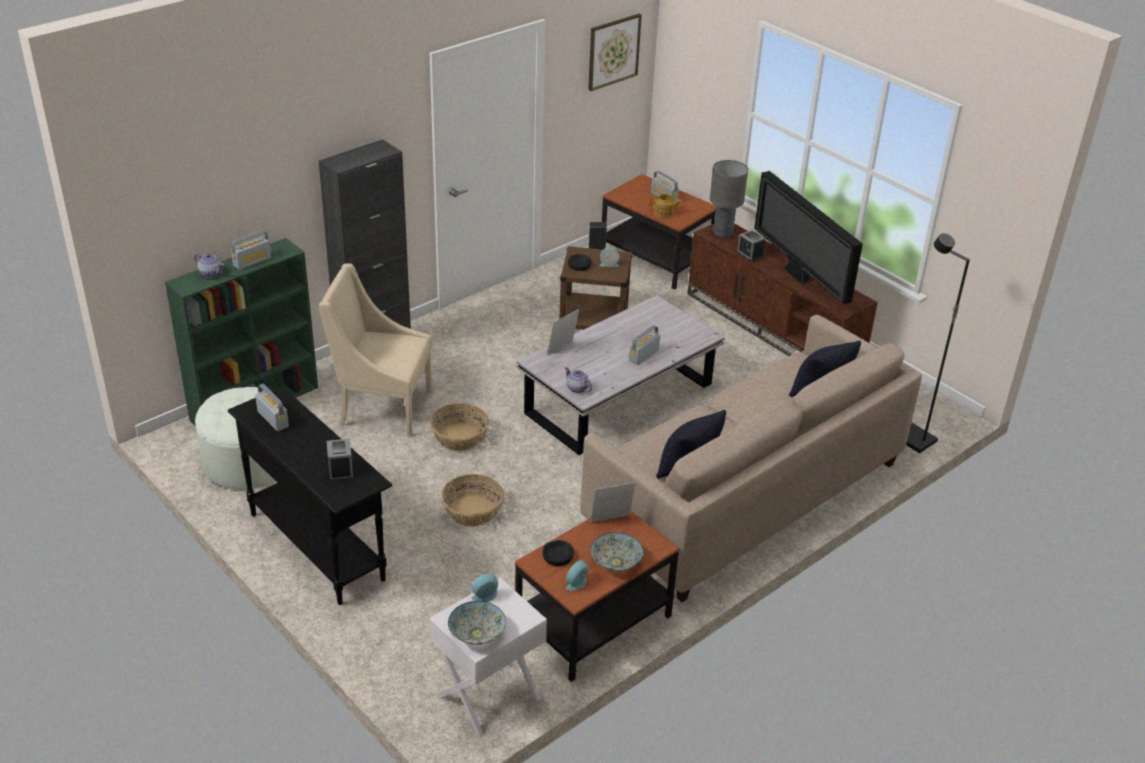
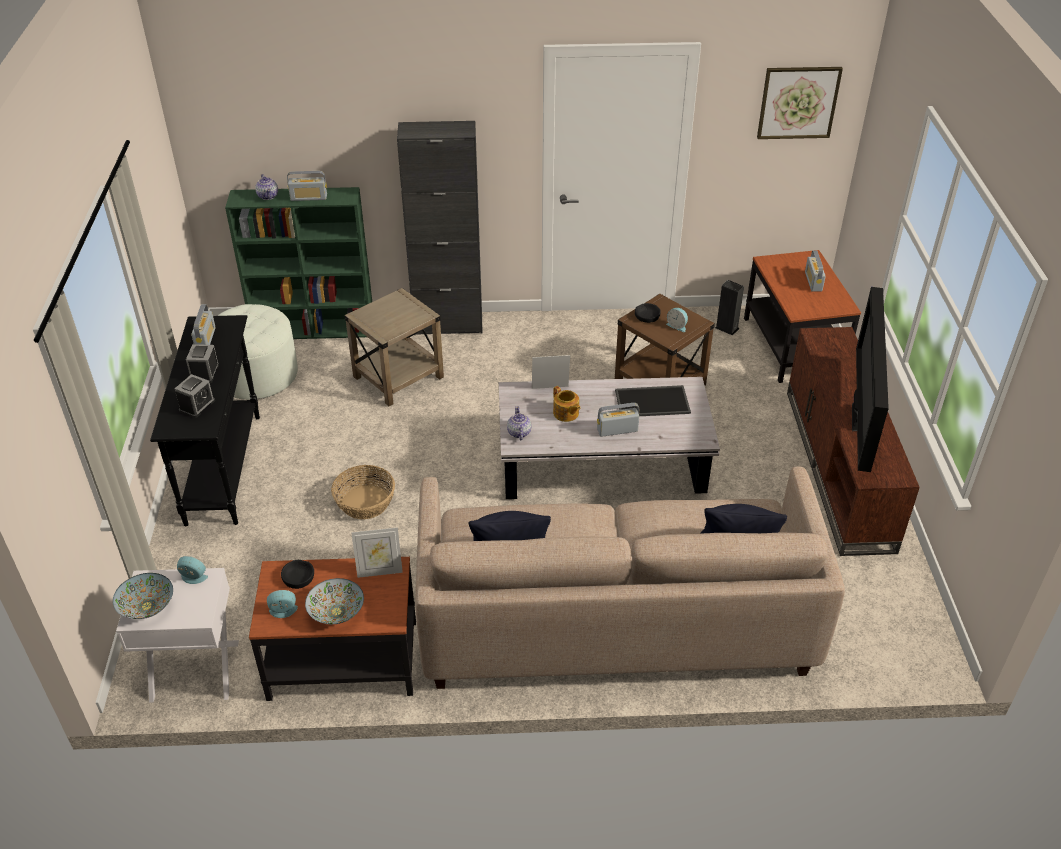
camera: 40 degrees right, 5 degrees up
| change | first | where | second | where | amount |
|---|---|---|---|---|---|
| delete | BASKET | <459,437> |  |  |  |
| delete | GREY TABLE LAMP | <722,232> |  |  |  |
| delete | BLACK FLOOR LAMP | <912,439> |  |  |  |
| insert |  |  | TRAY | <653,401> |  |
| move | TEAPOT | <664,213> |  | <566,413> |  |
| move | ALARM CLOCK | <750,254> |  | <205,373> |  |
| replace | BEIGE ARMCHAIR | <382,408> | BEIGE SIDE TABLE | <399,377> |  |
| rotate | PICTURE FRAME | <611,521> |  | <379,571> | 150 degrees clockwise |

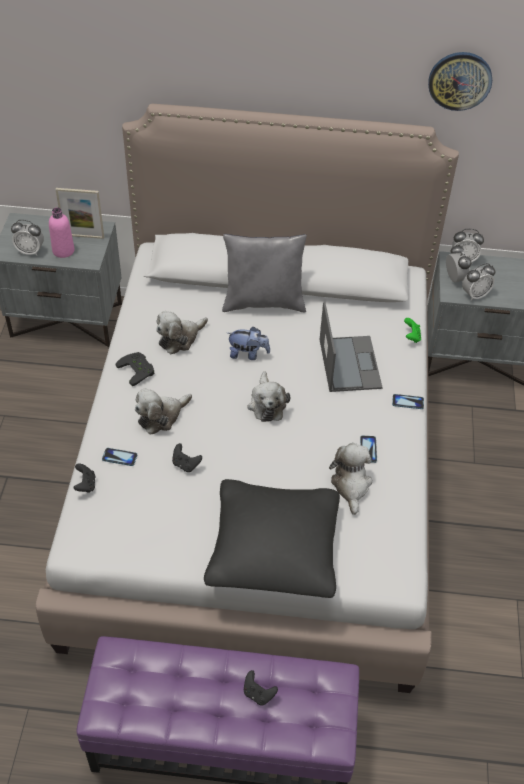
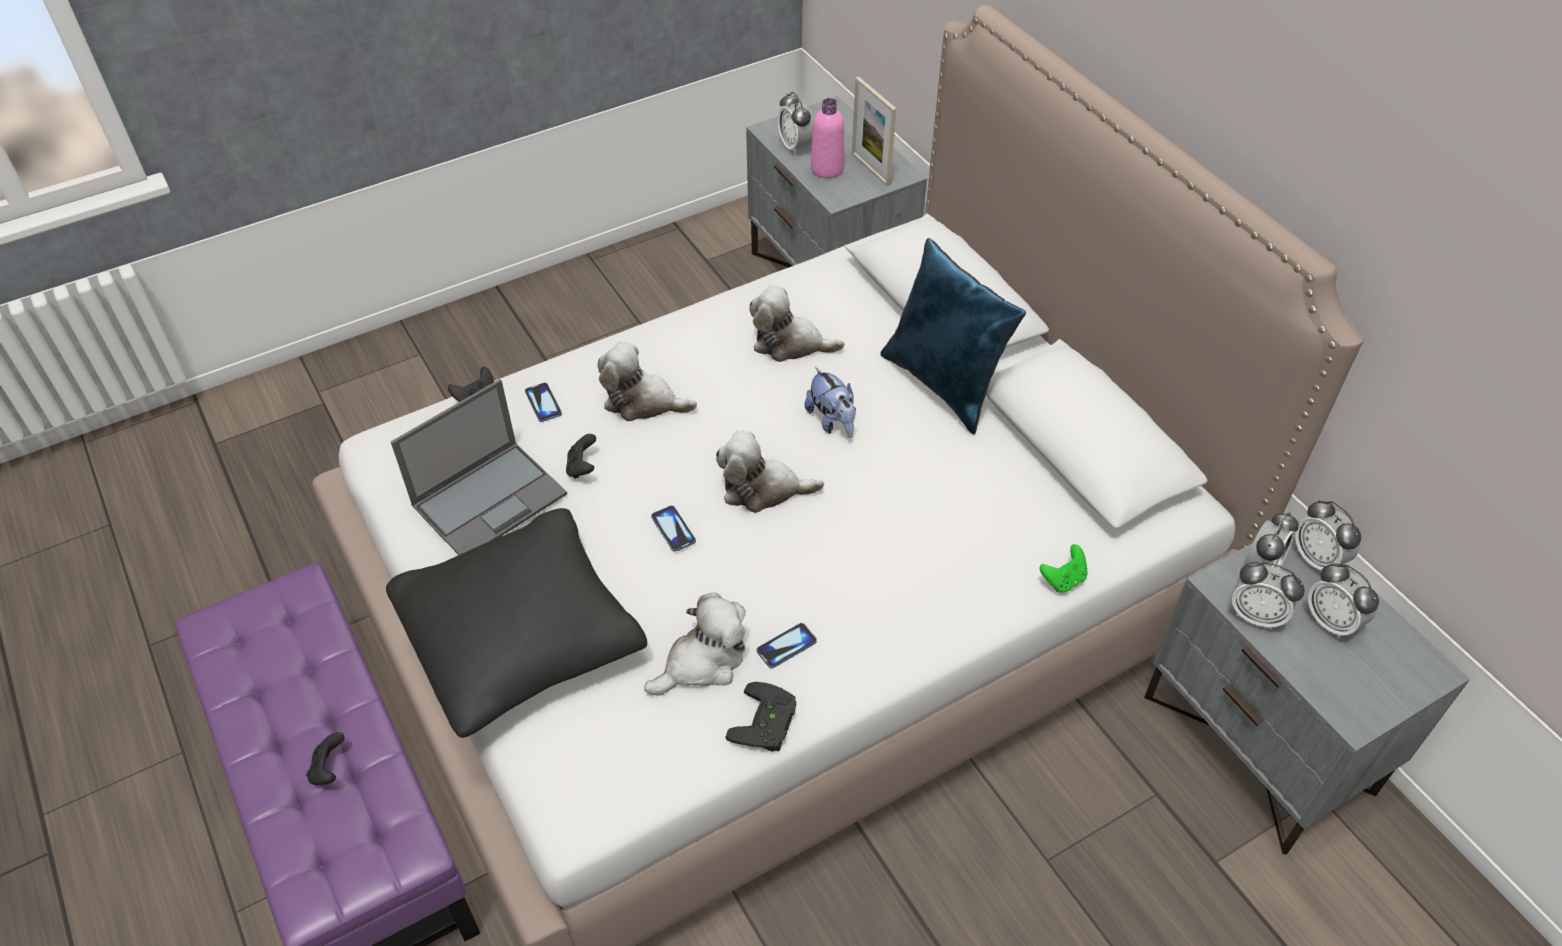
camera: 55 degrees right, 0 degrees up
| change | first | where | second | where | amount |
|---|---|---|---|---|---|
| delete | WALL CLOCK | <460,80> |  |  |  |
| insert |  |  | ALARM CLOCK | <1331,621> |  |
| move | BLACK GAME CONTROLLER | <138,369> |  | <767,723> |  |
| move | LAPTOP | <349,363> |  | <491,498> |  |
| move | PHONE | <408,402> |  | <673,529> |  |
| recolor | GREY PILLOW | <264,302> | BLUE PILLOW | <944,384> |  |
| rotate | PLUSH TOY | <267,404> |  | <762,489> | 45 degrees clockwise |

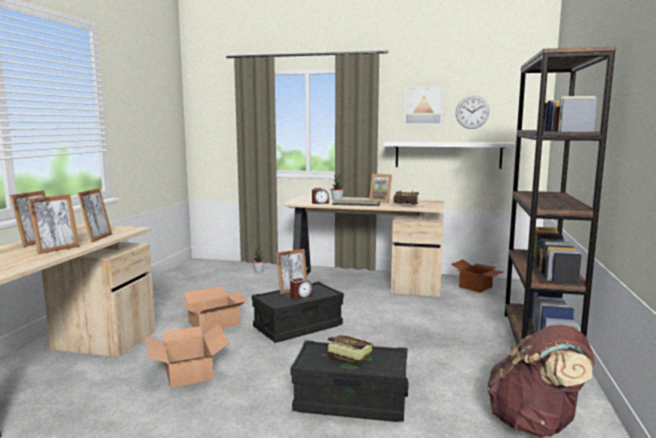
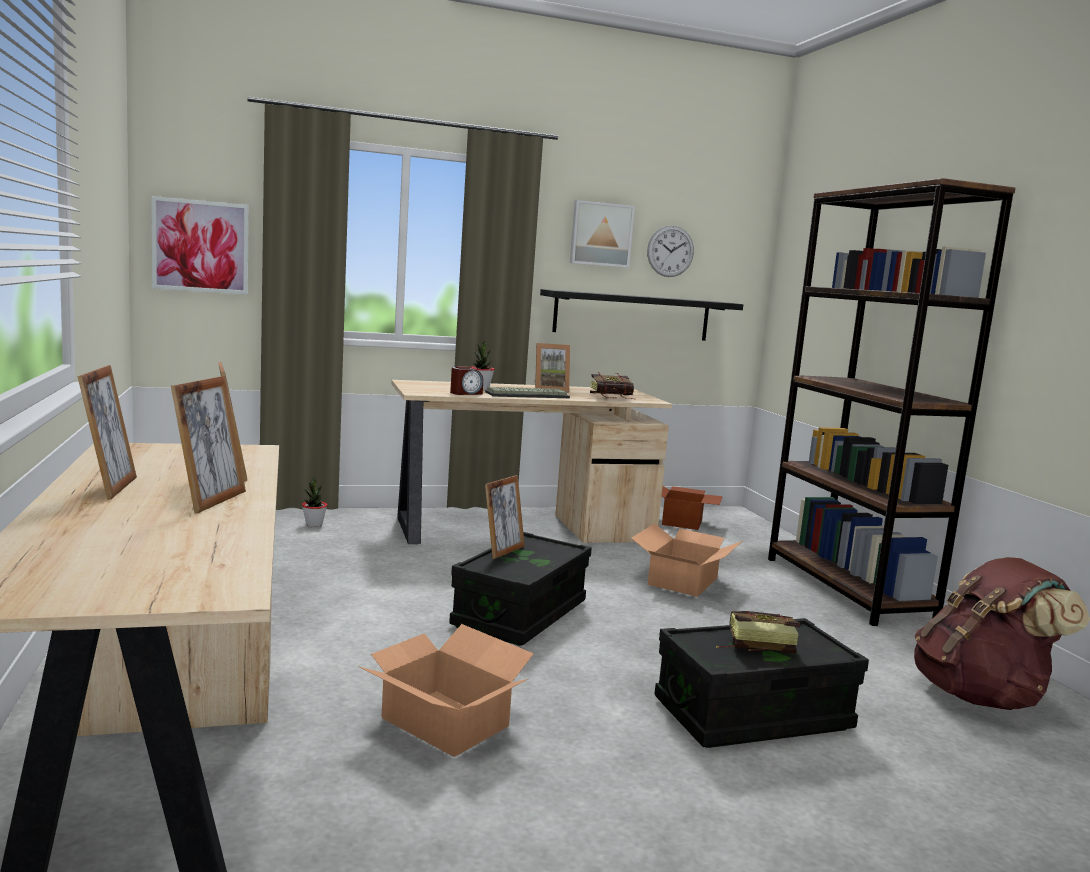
camera: 30 degrees left, 0 degrees up
| change | first | where | second | where | amount |
|---|---|---|---|---|---|
| delete | ALARM CLOCK | <301,296> |  |  |  |
| insert |  |  | PICTURE | <201,246> |  |
| move | CARDBOARD BOX | <215,323> |  | <684,581> |  |
| recolor | WHITE SHELF | <447,154> | BLACK SHELF | <632,316> |  |

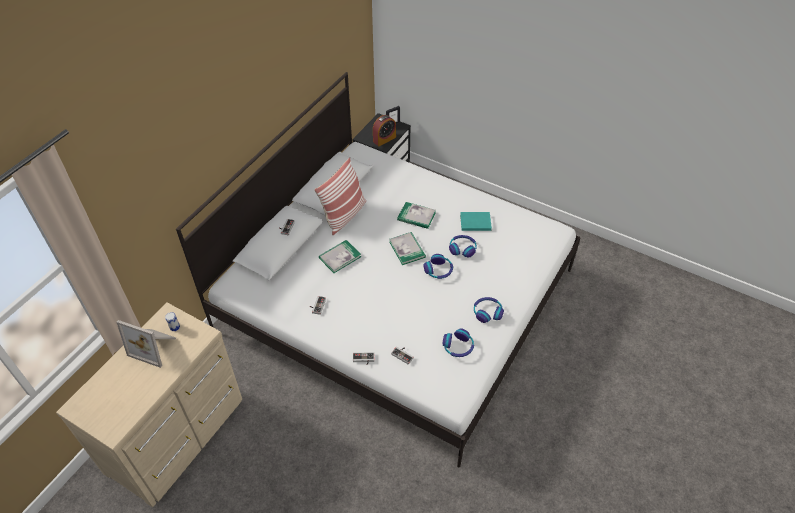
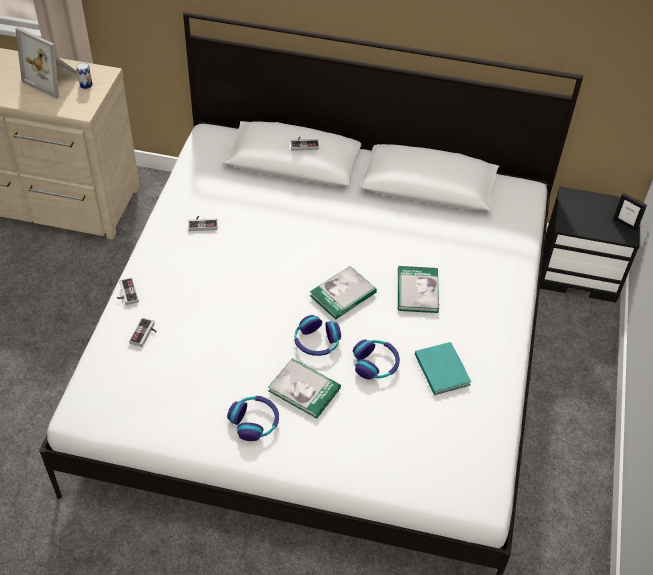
camera: 70 degrees right, 0 degrees up
| change | first | where | second | where | amount |
|---|---|---|---|---|---|
| delete | PILLOW | <344,215> |  |  |  |
| delete | ALARM CLOCK | <384,139> |  |  |  |
| delete | HEADPHONES | <458,346> |  |  |  |
| move | BOOK | <340,257> |  | <304,389> |  |
| rotate | PICTURE FRAME | <154,346> |  | <54,79> | 60 degrees counterclockwise |

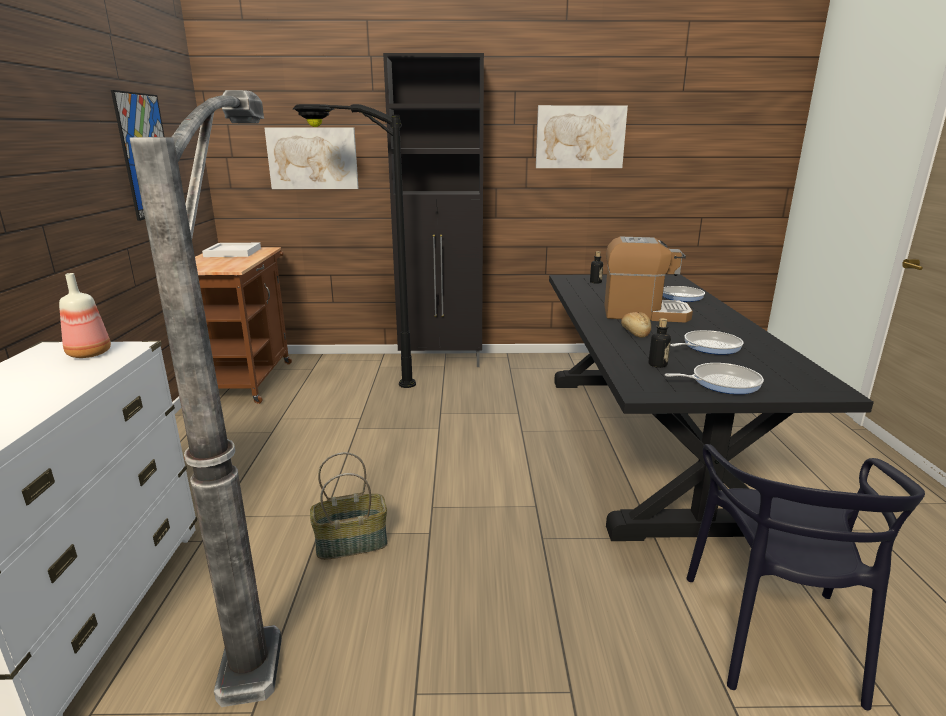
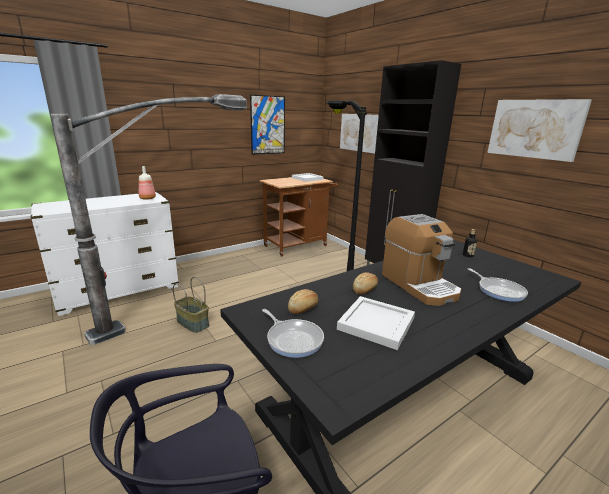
camera: 55 degrees right, 0 degrees up
| change | first | where | second | where | amount |
|---|---|---|---|---|---|
| replace | BOTTLE | <657,364> | BREAD | <303,308> |  |
| replace | FRYING PAN | <708,346> | WHITE TRAY | <375,323> |  |

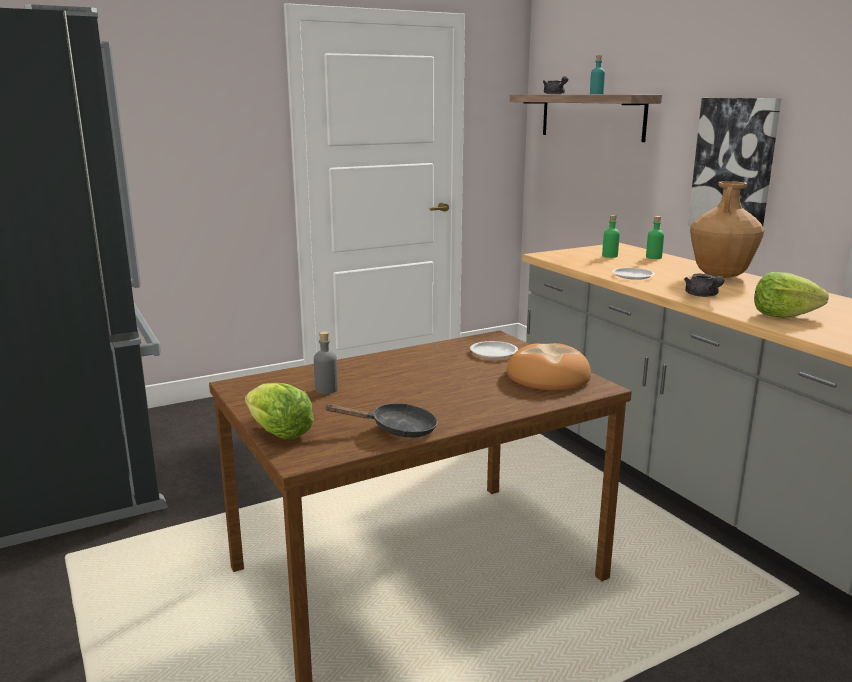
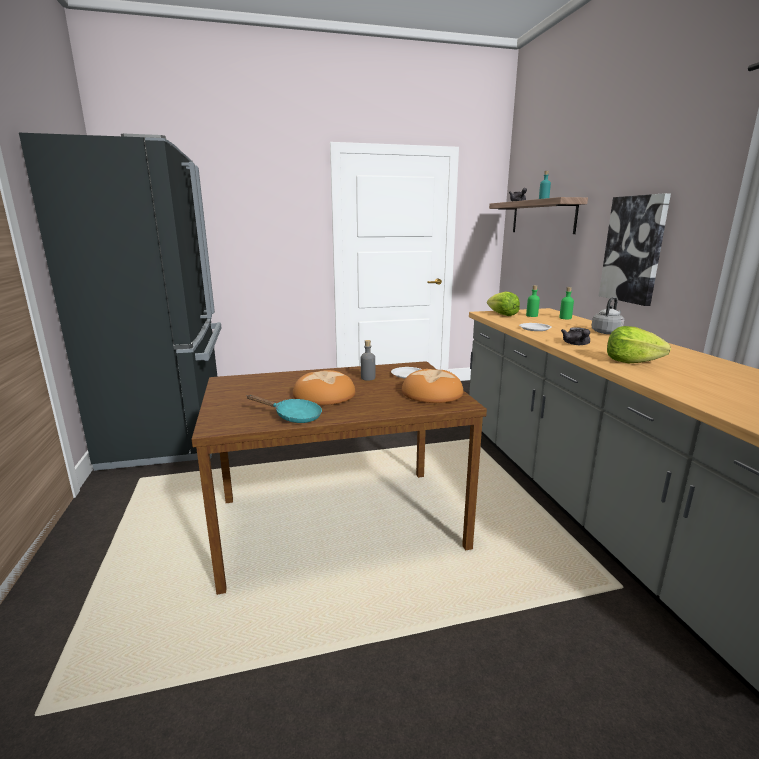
camera: 15 degrees right, 0 degrees up
| change | first | where | second | where | amount |
|---|---|---|---|---|---|
| insert |  |  | BREAD | <323,395> |  |
| move | LETTUCE | <278,433> |  | <502,315> |  |
| move | GREY BOTTLE | <326,389> |  | <368,378> |  |
| replace | BROWN VASE | <720,275> | GREY KETTLE | <607,332> |  |
| recolor | BLACK FRYING PAN | <397,429> | TURQUOISE FRYING PAN | <293,416> |  |

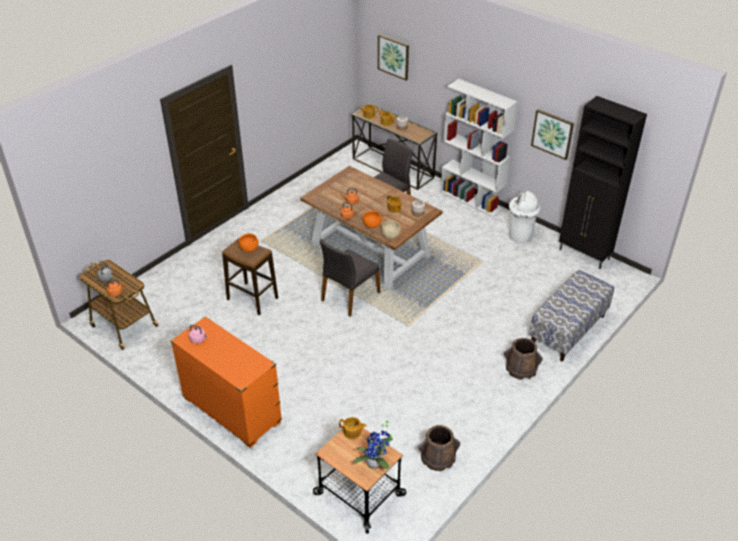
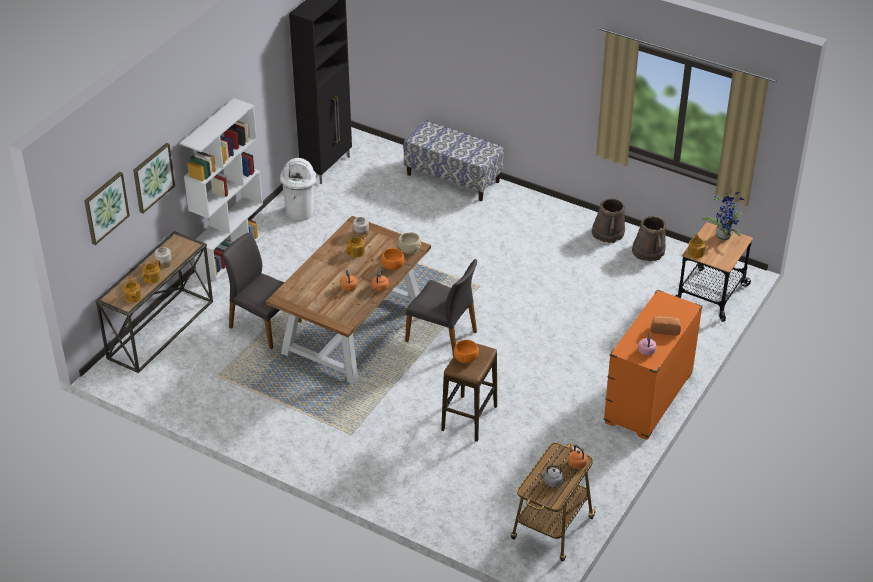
camera: 100 degrees left, 0 degrees up
| change | first | where | second | where | amount |
|---|---|---|---|---|---|
| insert |  |  | BREAD | <665,329> |  |
| move | BROWN BUCKET | <521,368> |  | <608,233> |  |
| move | PICTURE | <552,134> |  | <153,177> |  |

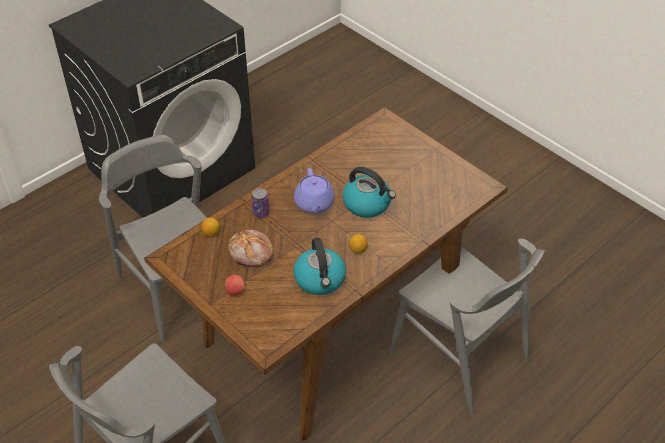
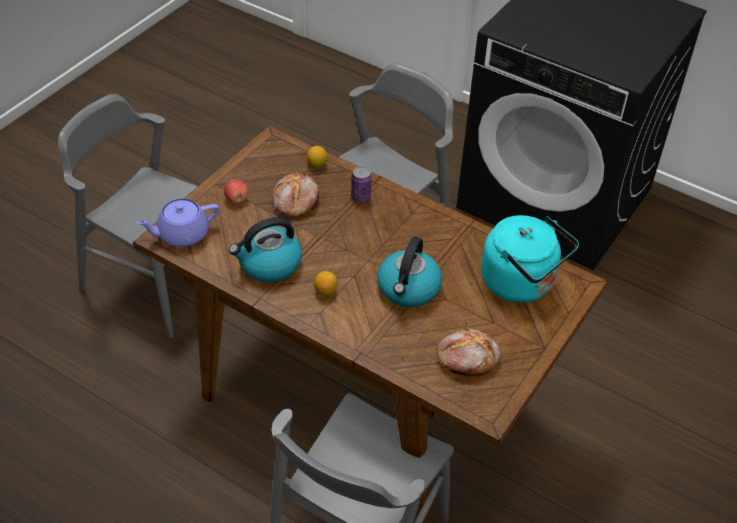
camera: 75 degrees right, 0 degrees up
| change | first | where | second | where | amount |
|---|---|---|---|---|---|
| insert |  |  | BREAD | <467,357> |  |
| insert |  |  | TURQUOISE KETTLE | <521,283> |  |
| move | PURPLE TEAPOT | <314,204> |  | <182,234> |  |

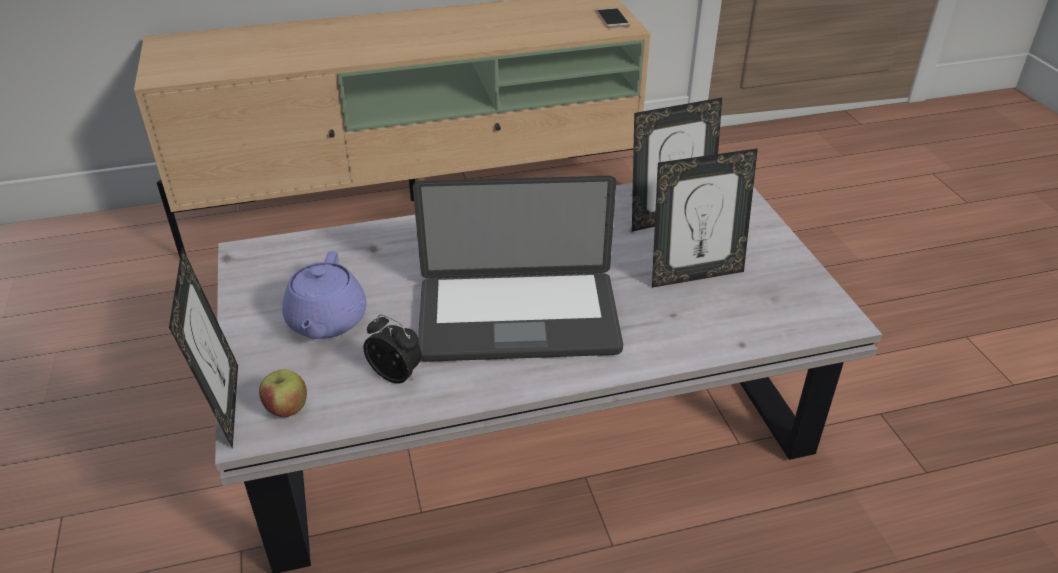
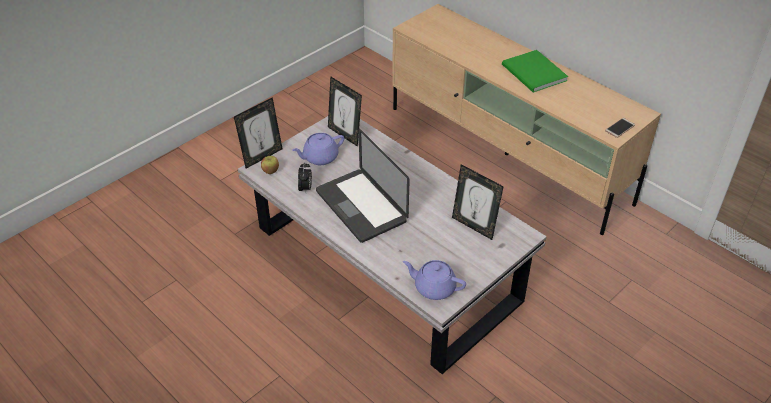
camera: 60 degrees right, 5 degrees up
| change | first | where | second | where | amount |
|---|---|---|---|---|---|
| insert |  |  | PURPLE TEAPOT | <434,287> |  |
| insert |  |  | GREEN BOOK | <534,74> |  |
| move | PICTURE FRAME | <695,274> |  | <345,135> |  |

